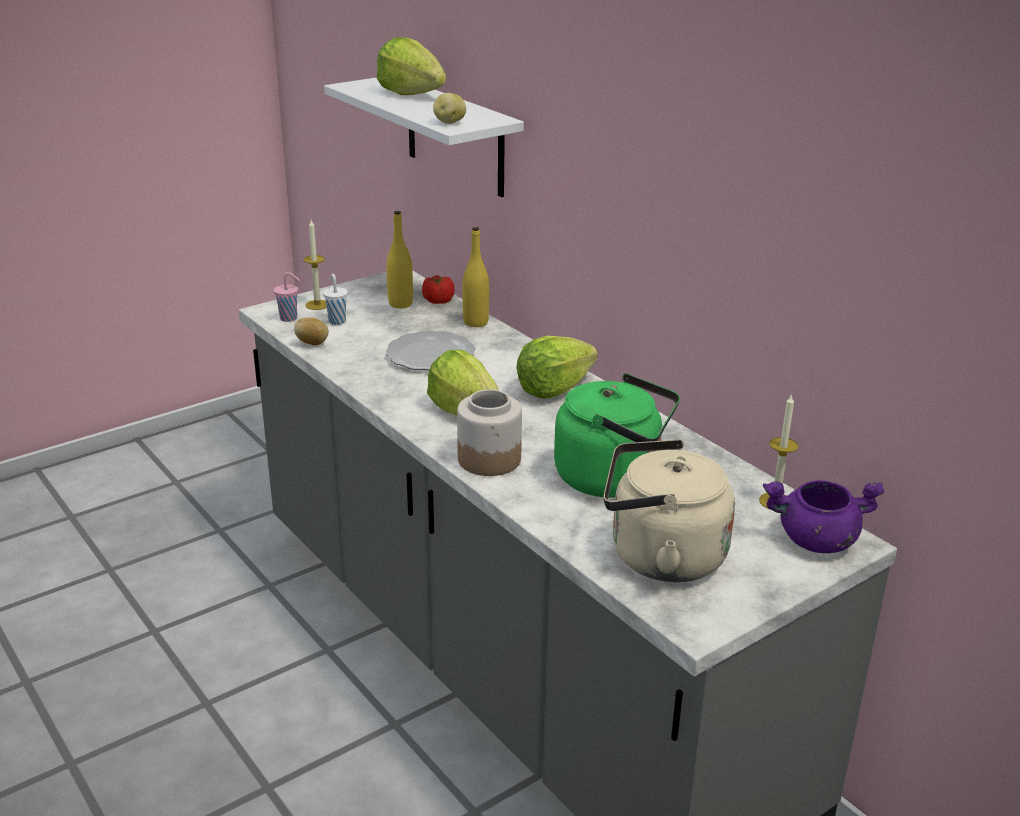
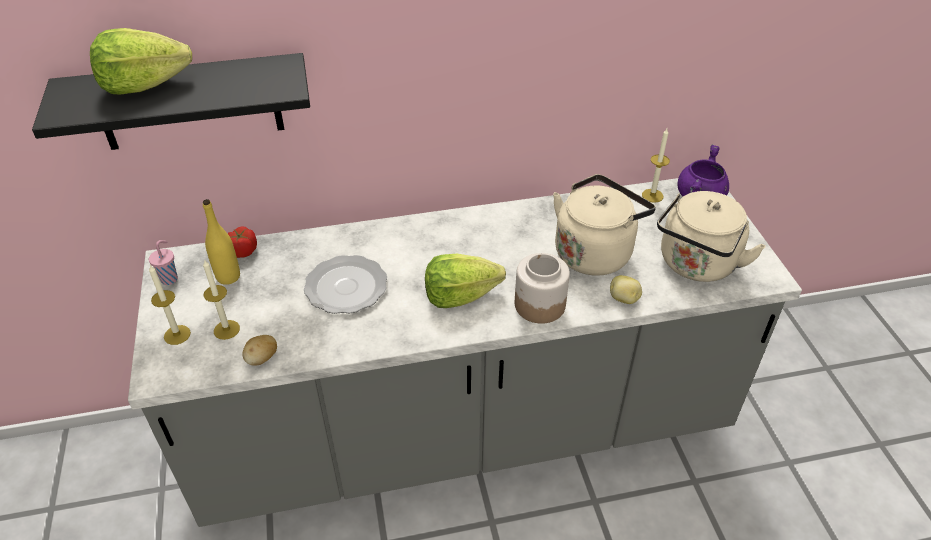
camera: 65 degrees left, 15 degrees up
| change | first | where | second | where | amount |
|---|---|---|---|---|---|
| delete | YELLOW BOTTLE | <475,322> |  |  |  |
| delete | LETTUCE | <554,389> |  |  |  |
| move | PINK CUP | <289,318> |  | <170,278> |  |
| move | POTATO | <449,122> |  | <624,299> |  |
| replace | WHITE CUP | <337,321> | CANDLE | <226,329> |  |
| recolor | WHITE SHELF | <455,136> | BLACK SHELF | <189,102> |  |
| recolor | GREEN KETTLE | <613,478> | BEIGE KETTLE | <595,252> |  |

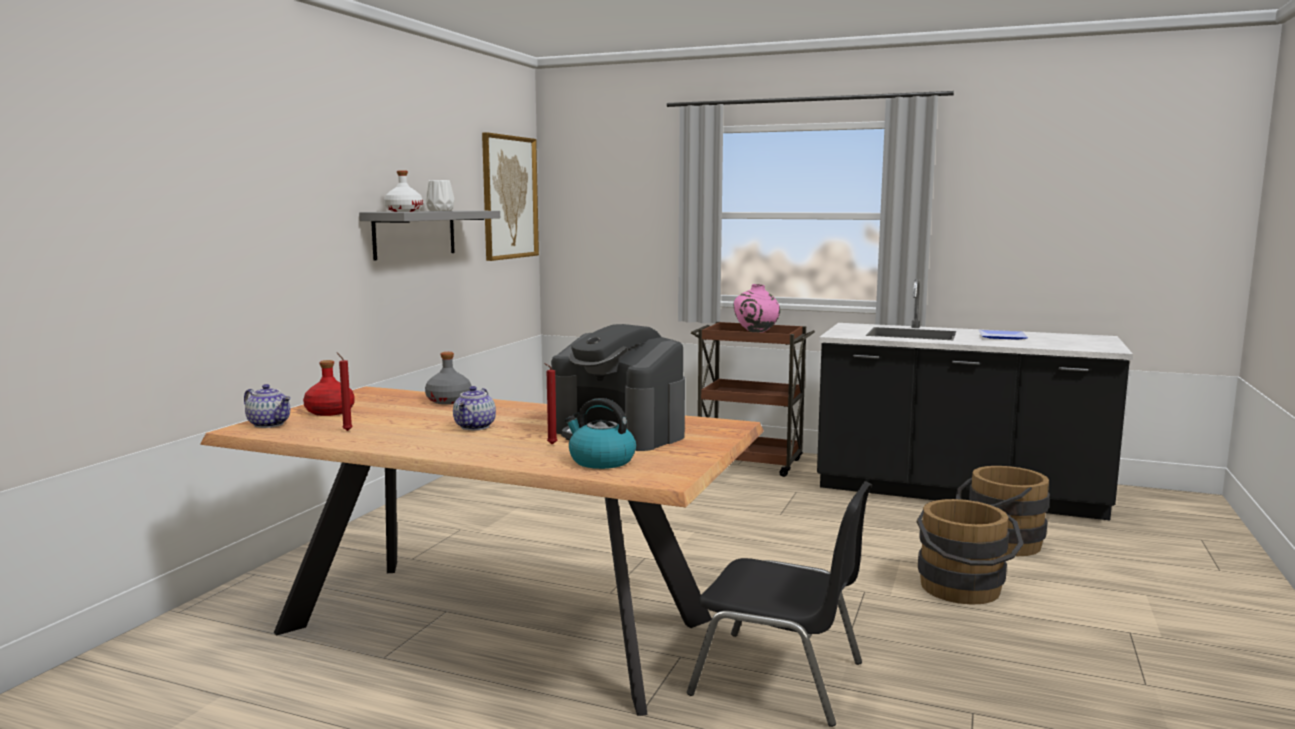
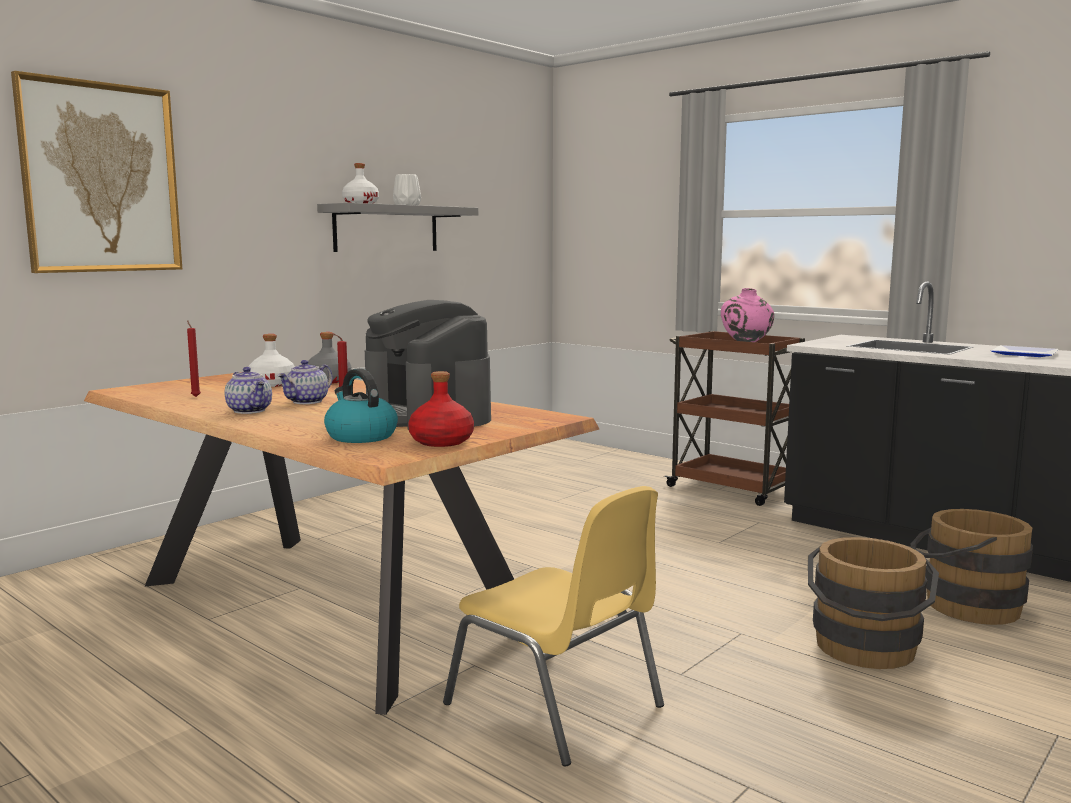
camera: 20 degrees right, 0 degrees up
| change | first | where | second | where | amount |
|---|---|---|---|---|---|
| insert |  |  | WHITE BOTTLE | <272,384> |  |
| move | TEAPOT | <270,424> |  | <251,411> |  |
| move | RED BOTTLE | <330,412> |  | <442,441> |  |
| move | PICTURE | <509,197> |  | <101,178> |  |
| recolor | BLACK CHAIR | <780,678> | YELLOW CHAIR | <557,706> |  |

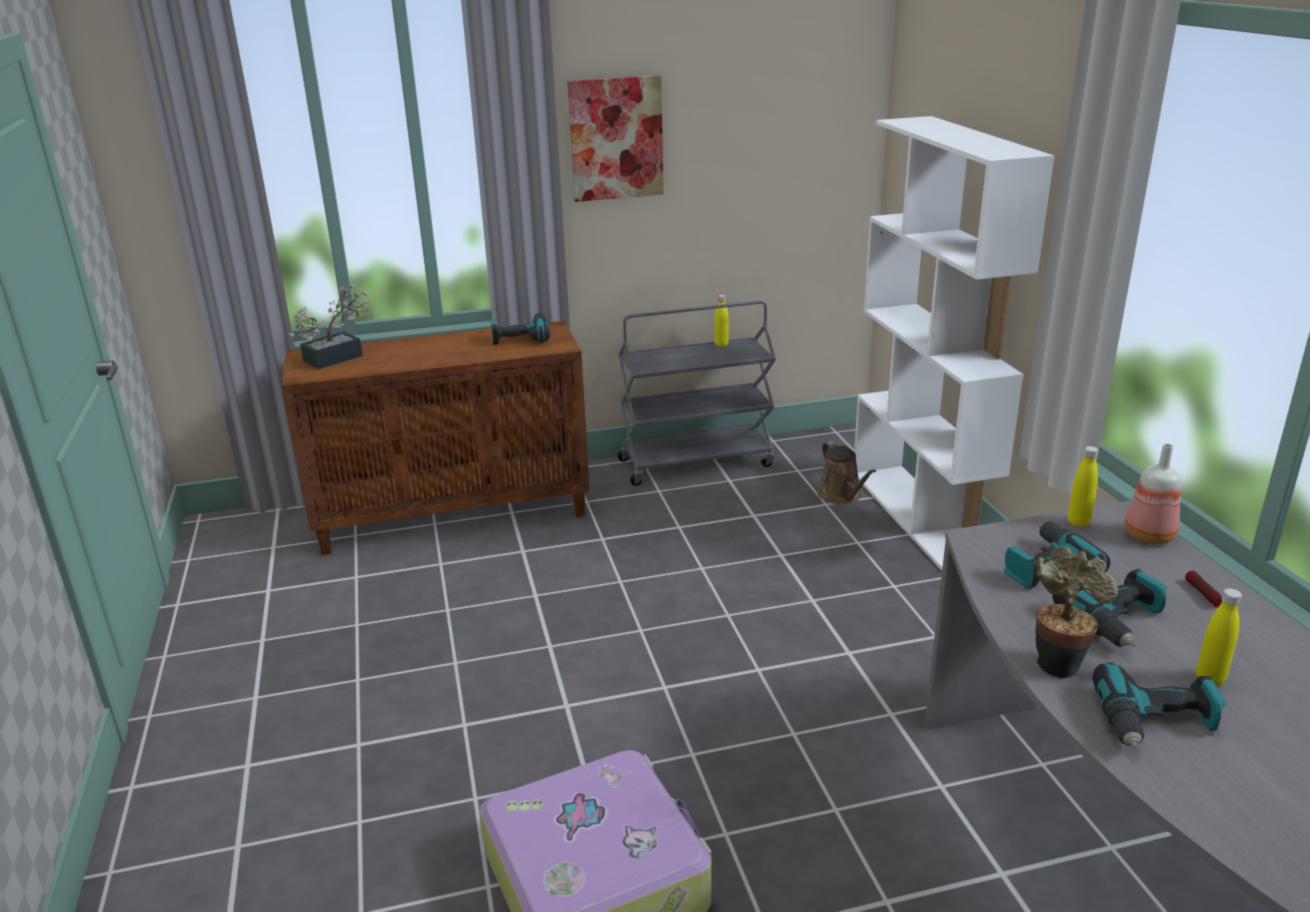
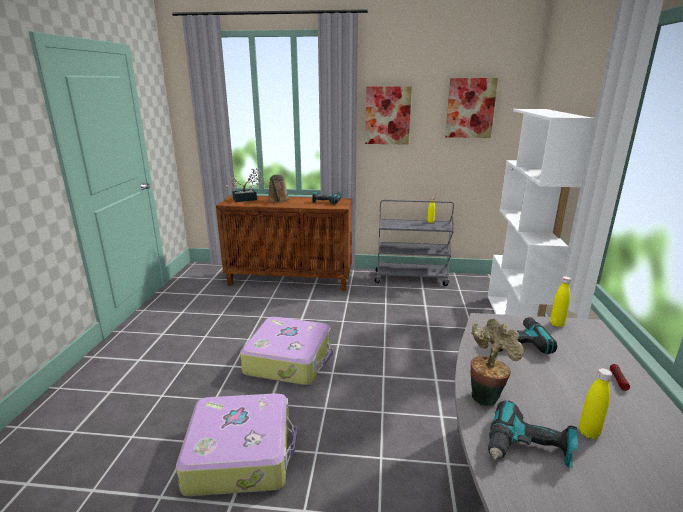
camera: 20 degrees right, 5 degrees down
| change | first | where | second | where | amount |
|---|---|---|---|---|---|
| delete | POWER DRILL | <1117,621> |  |  |  |
| delete | BOTTLE | <1150,536> |  |  |  |
| insert |  |  | SUITCASE | <289,360> |  |
| insert |  |  | PICTURE | <470,108> |  |
| move | BROWN WATERING CAN | <841,496> |  | <278,200> |  |

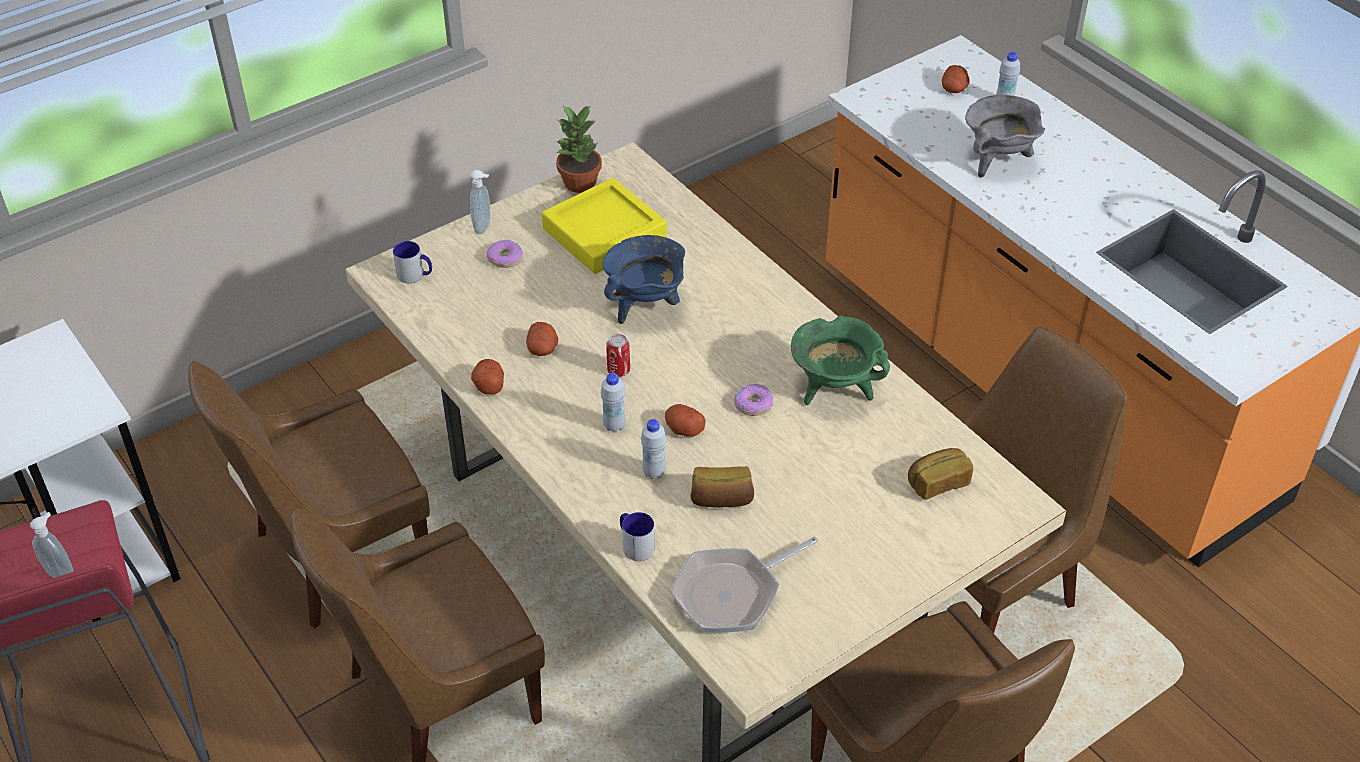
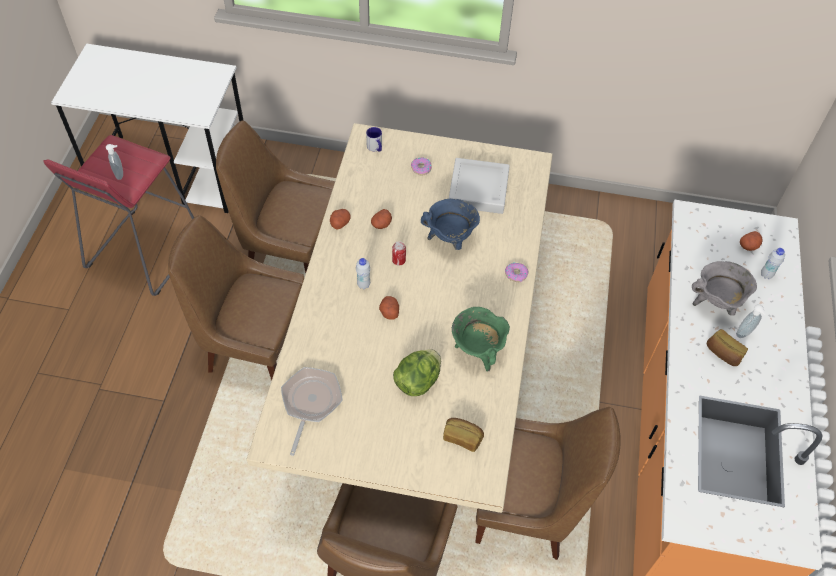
camera: 45 degrees right, 10 degrees up
| change | first | where | second | where | amount |
|---|---|---|---|---|---|
| delete | POTTED PLANT | <580,183> |  |  |  |
| delete | MUG | <635,545> |  |  |  |
| delete | WHITE BOTTLE | <654,472> |  |  |  |
| insert |  |  | LETTUCE | <417,381> |  |
| move | SOAP DISPENSER | <484,227> |  | <744,334> |  |
| move | BREAD | <721,499> |  | <723,354> |  |
| move | DONUT | <753,404> |  | <516,274> |  |
| recolor | YELLOW TRAY | <604,233> | GREY TRAY | <478,190> |  |
| rotate | FRYING PAN | <732,593> |  | <310,403> | 90 degrees clockwise |

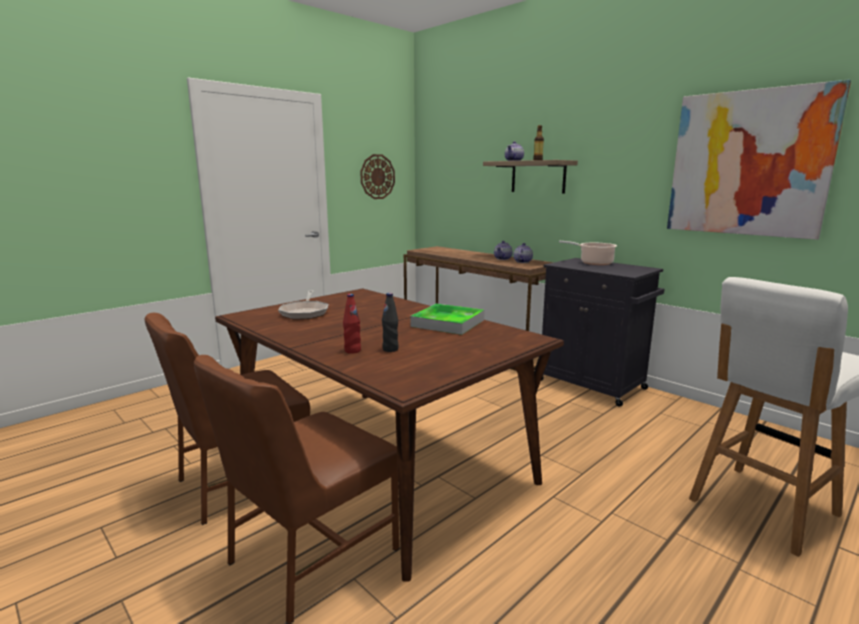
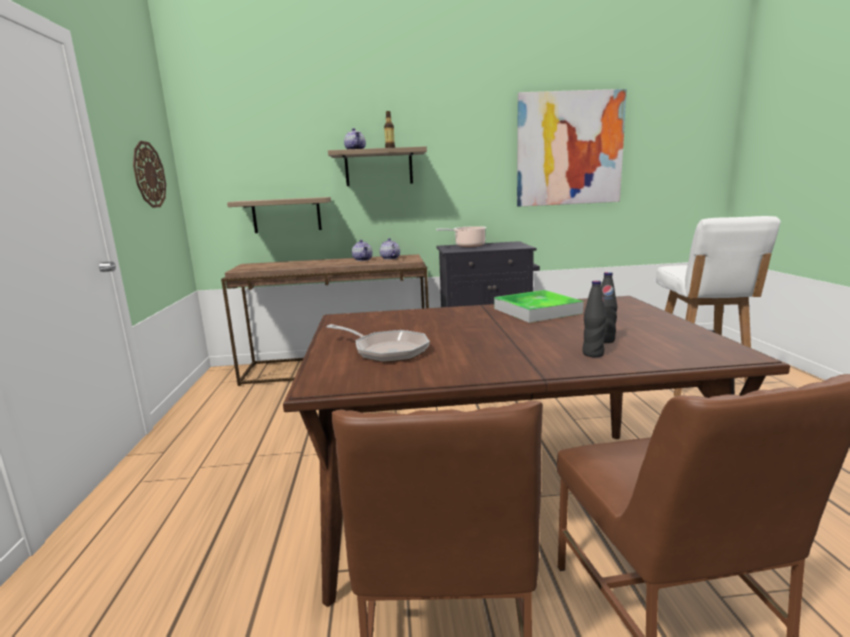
camera: 50 degrees left, 0 degrees up
| change | first | where | second | where | amount |
|---|---|---|---|---|---|
| insert |  |  | SHELF | <286,215> |  |
| recolor | RED BOTTLE | <352,351> | BLACK BOTTLE | <593,354> |  |

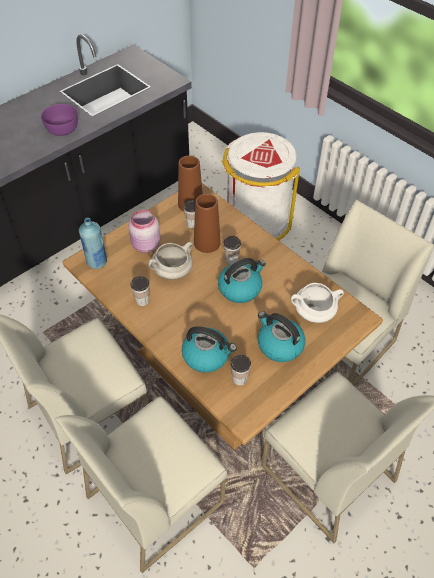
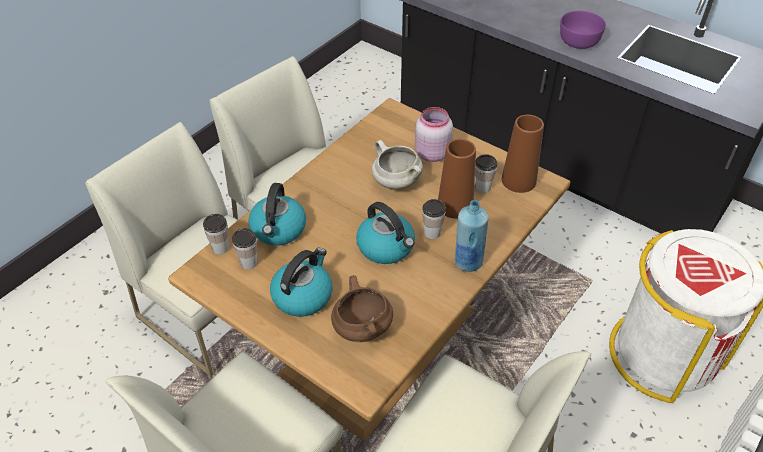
camera: 80 degrees right, 5 degrees down
| change | first | where | second | where | amount |
|---|---|---|---|---|---|
| move | BLUE BOTTLE | <97,262> |  | <467,262> |  |
| move | CUP | <142,301> |  | <220,248> |  |
| recolor | WHITE COOKING POT | <313,313> | BROWN COOKING POT | <361,328> |  |

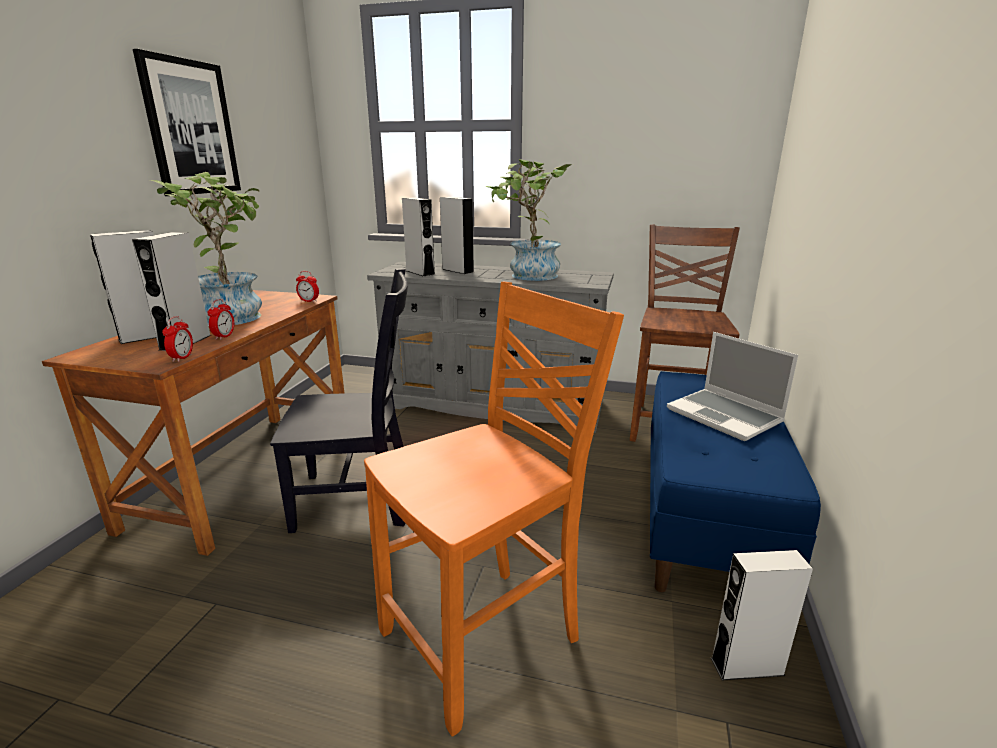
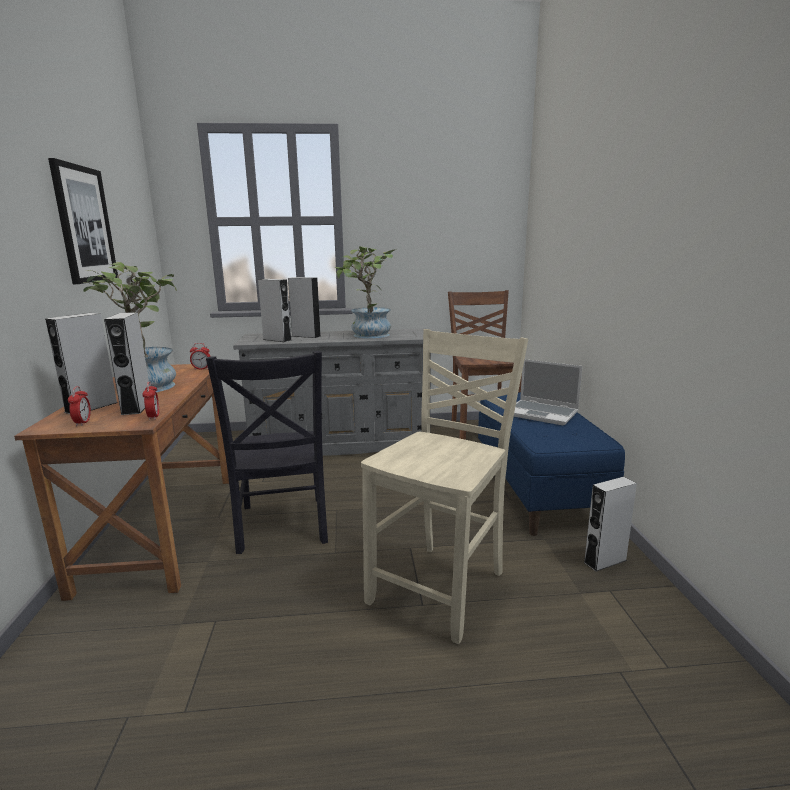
camera: 20 degrees left, 5 degrees down
| change | first | where | second | where | amount |
|---|---|---|---|---|---|
| move | ALARM CLOCK | <224,336> |  | <83,422> |  |
| recolor | ORANGE CHAIR | <485,638> | BEIGE CHAIR | <441,587> |  |
| rotate | BLACK CHAIR | <360,499> |  | <282,526> | 105 degrees clockwise |

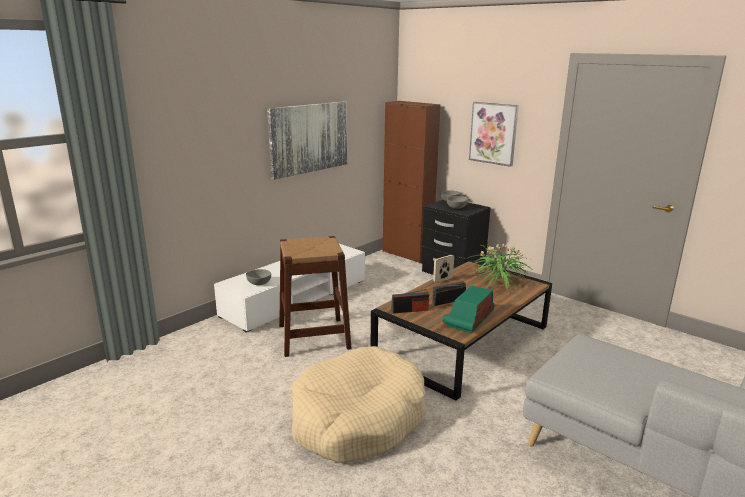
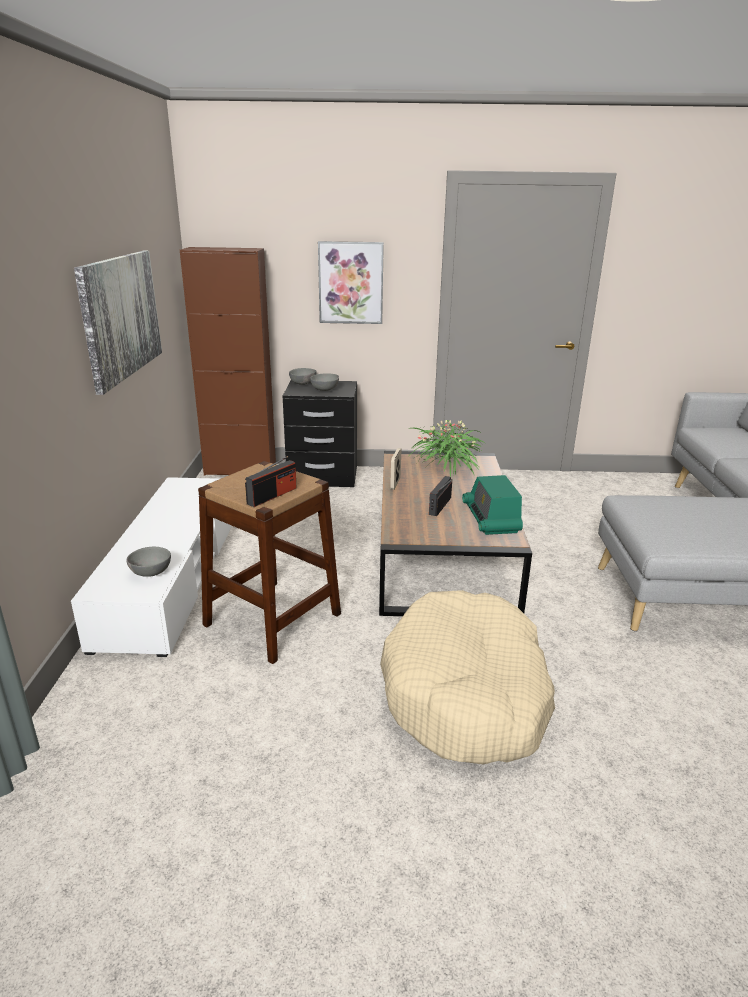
camera: 40 degrees left, 5 degrees up
| change | first | where | second | where | amount |
|---|---|---|---|---|---|
| move | RADIO | <410,310> |  | <272,496> |  |

